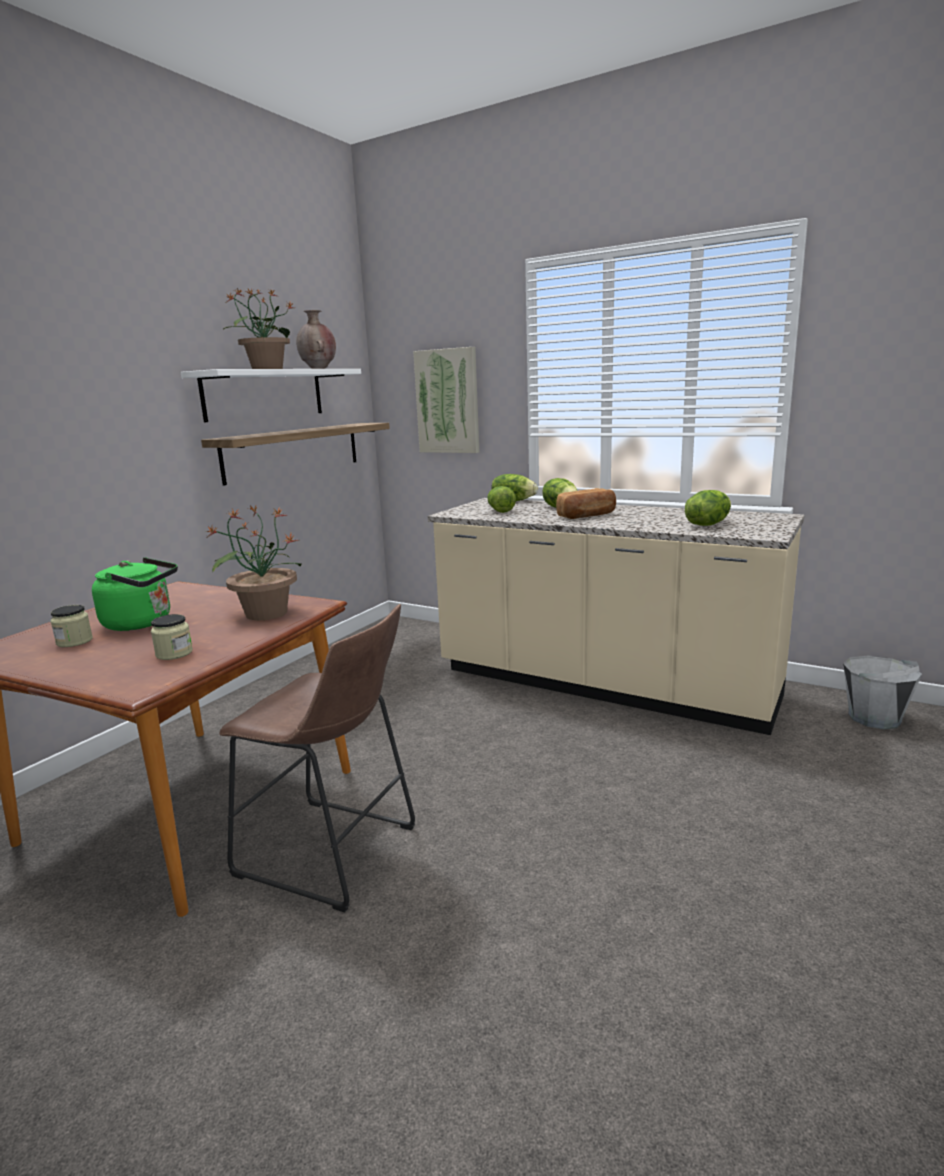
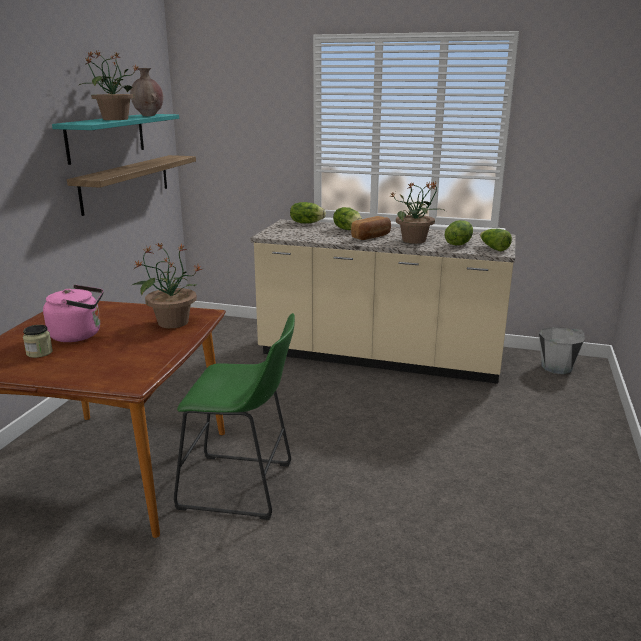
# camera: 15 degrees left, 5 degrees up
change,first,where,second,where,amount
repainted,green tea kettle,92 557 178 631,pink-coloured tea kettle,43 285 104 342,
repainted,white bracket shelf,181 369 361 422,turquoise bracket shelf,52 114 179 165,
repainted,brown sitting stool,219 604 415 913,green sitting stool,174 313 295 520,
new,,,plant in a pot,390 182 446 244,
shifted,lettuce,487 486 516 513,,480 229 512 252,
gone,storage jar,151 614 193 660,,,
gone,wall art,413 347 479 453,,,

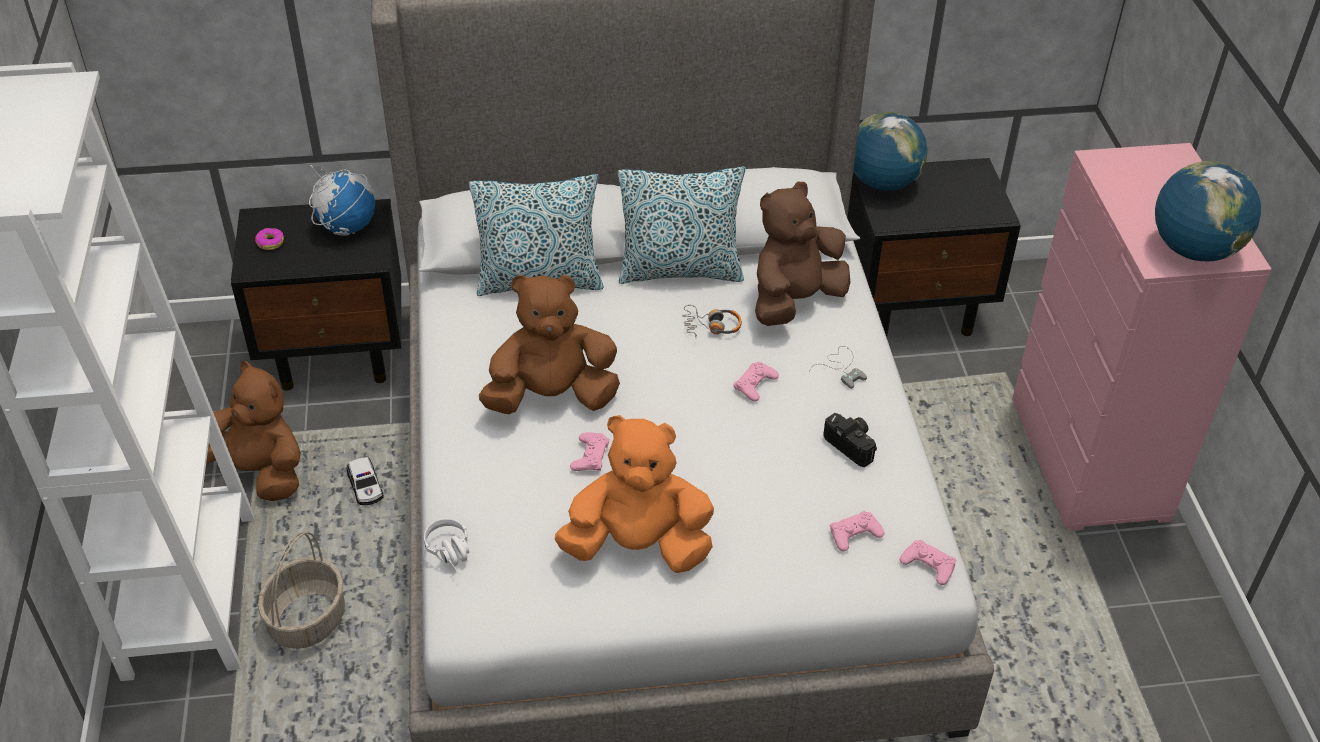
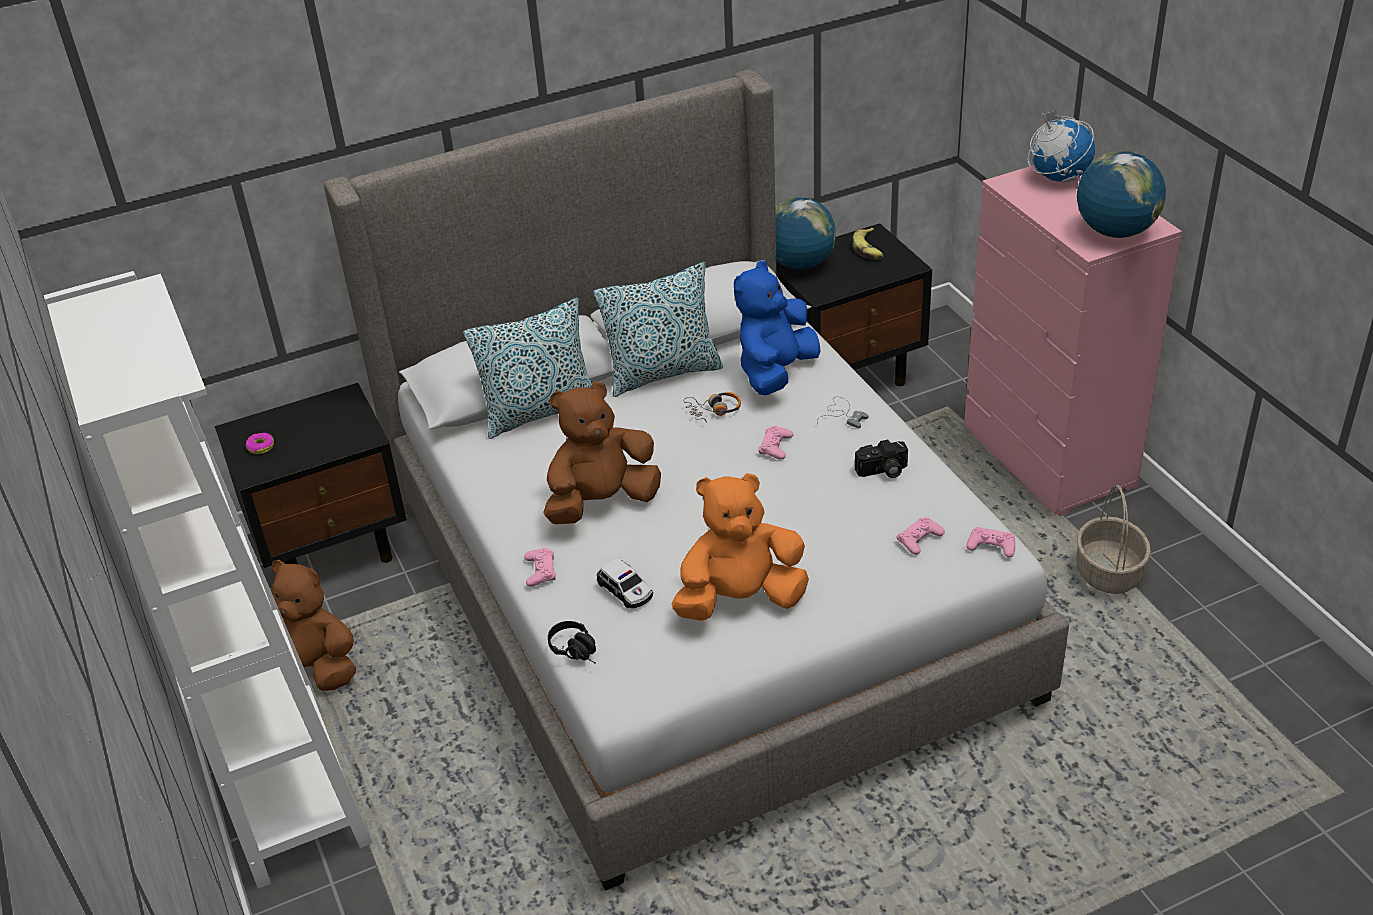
# camera: 15 degrees left, 5 degrees down
change,first,where,second,where,amount
shifted,pink-coloured gamepad,570 432 609 471,,524 548 556 586,
repainted,white headphones,424 519 469 574,black headphones,548 621 596 664,
shifted,toy car,347 457 384 505,,597 558 653 608,
repainted,brown soft toy,755 182 851 326,blue-coloured soft toy,734 260 821 395,
new,,,banana fruit,853 228 884 259,
rotated,photo camera,823 413 877 467,,855 440 908 478,135 degrees clockwise
shifted,world globe,309 165 375 236,,1028 110 1095 183,
shifted,storage basket,258 532 345 649,,1076 485 1151 594,

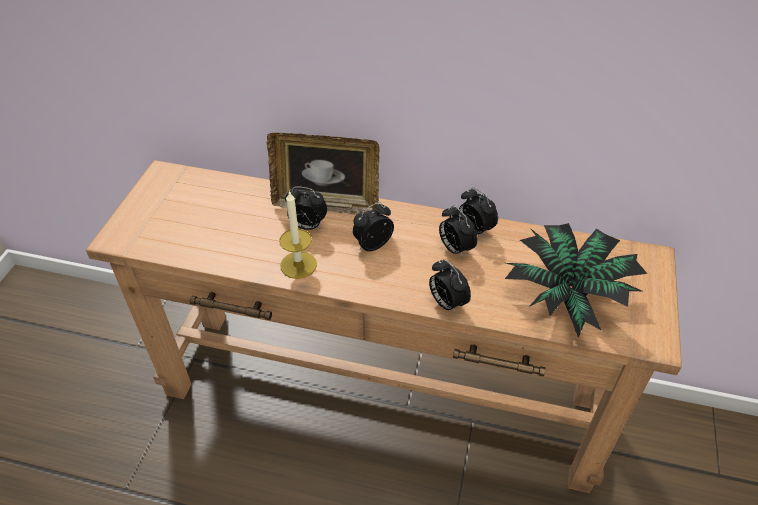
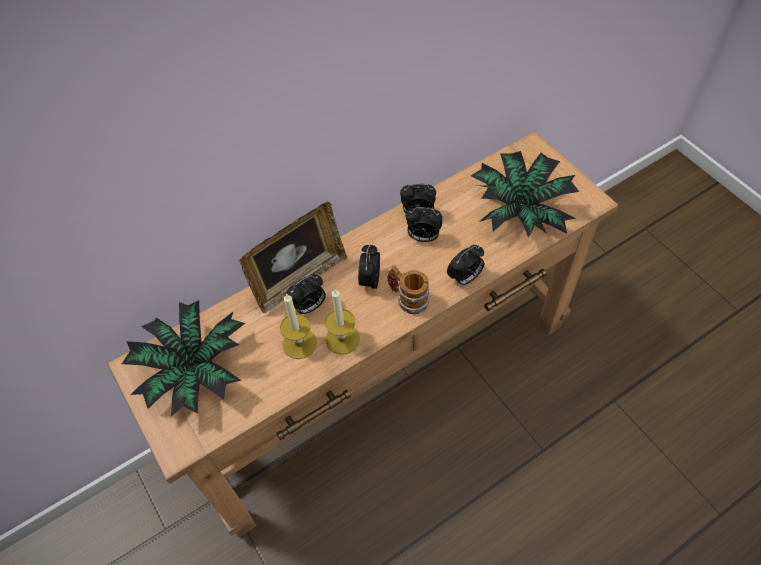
# camera: 45 degrees left, 10 degrees up
change,first,where,second,where,amount
new,,,plant in a pot,122 300 245 417,
new,,,candle,280 293 317 359,
new,,,coffee mug,387 265 429 314,
rotated,table clock,429 259 471 314,,447 245 485 286,45 degrees counterclockwise

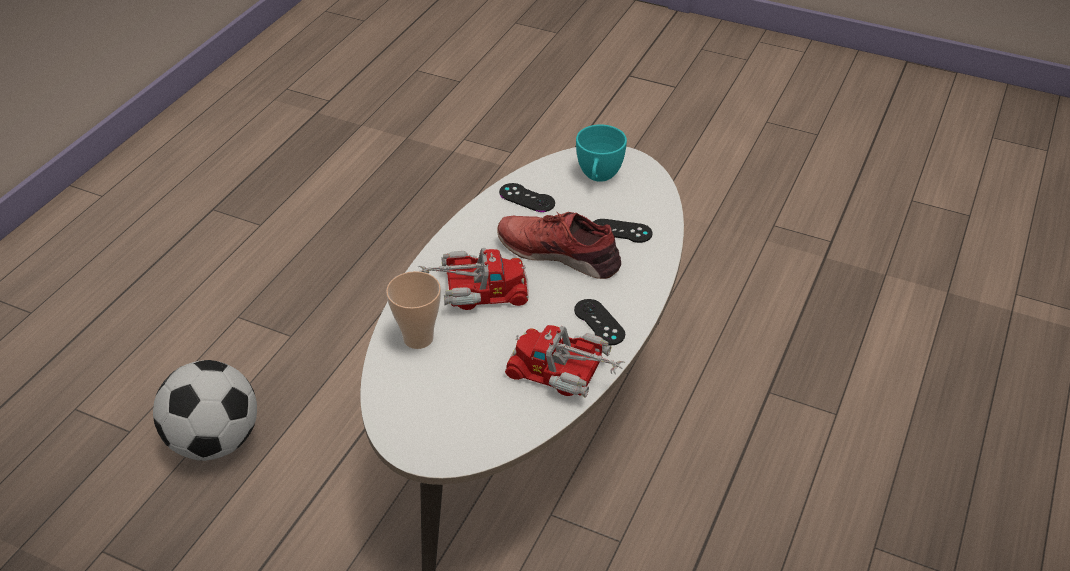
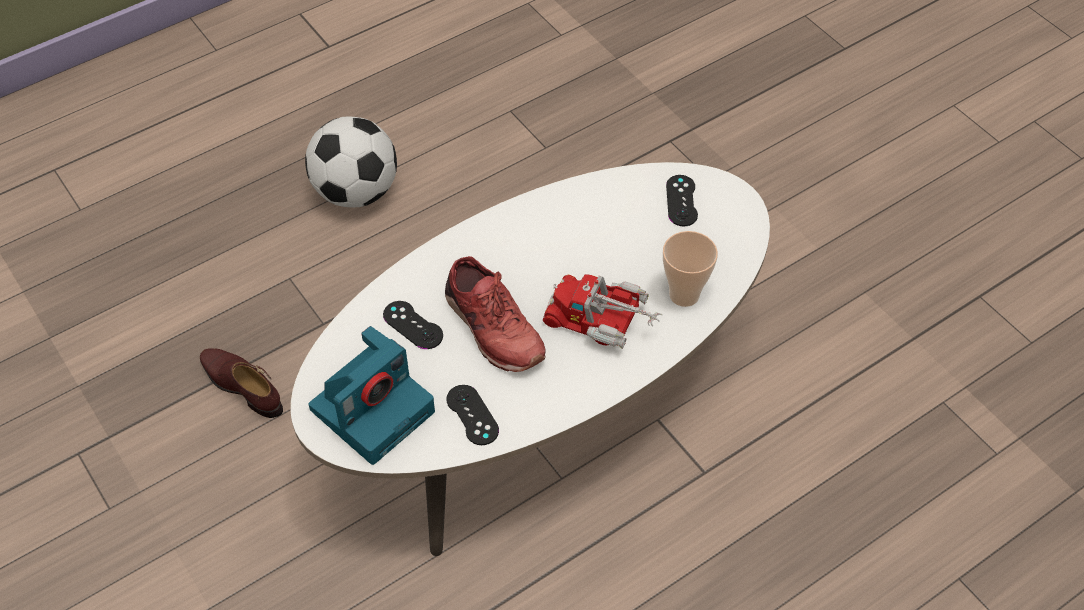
# camera: 150 degrees left, 10 degrees up
change,first,where,second,where,amount
new,,,brown shoe,200 348 283 418,
shifted,football,153 360 257 461,,305 117 397 207,
swapped,turquoise drinking cup,576 124 627 182,photo camera,309 326 435 465,
shifted,black gamepad,574 299 625 346,,666 175 698 227,
gone,toy truck,505 325 626 397,,,

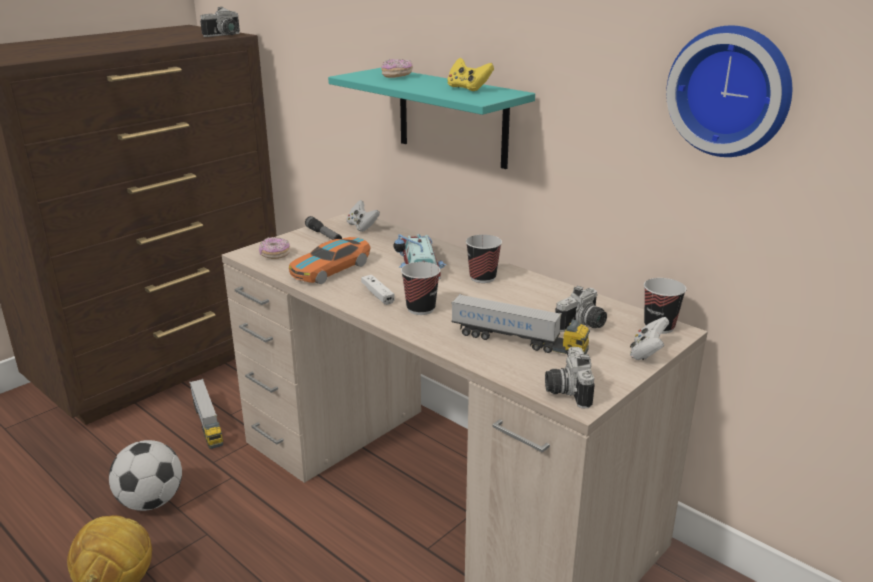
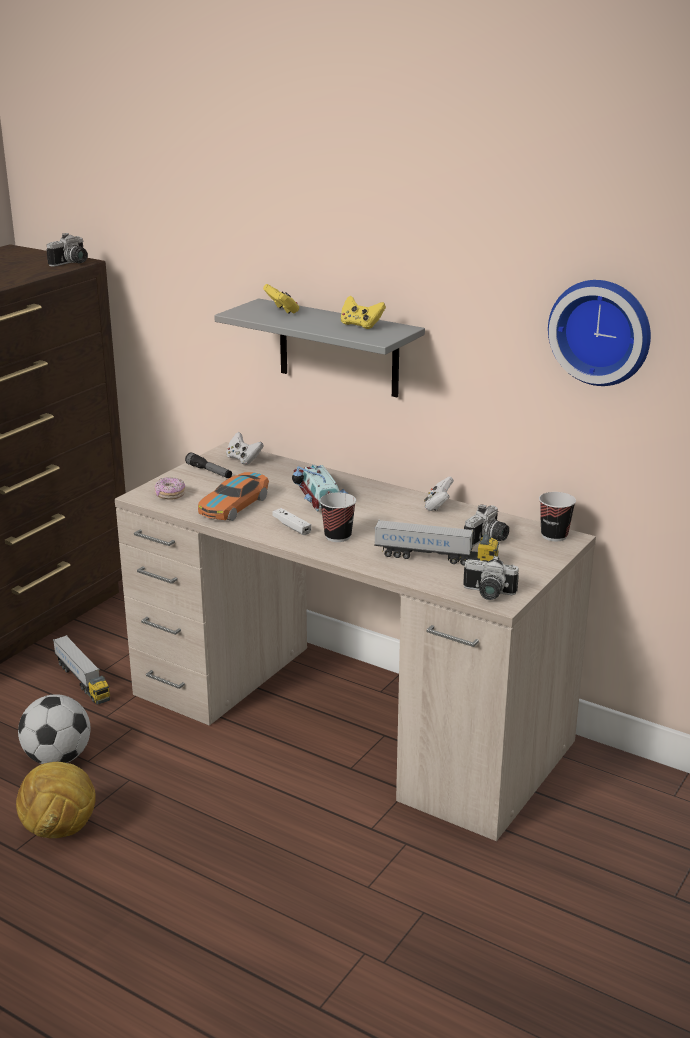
# camera: 10 degrees left, 0 degrees up
change,first,where,second,where,amount
repainted,turquoise bracket shelf,328 68 535 169,gray bracket shelf,214 298 425 397,
swapped,donut,381 59 413 78,yellow-coloured gamepad,263 284 299 314,
shifted,white gamepad,630 317 669 360,,424 476 454 511,
rotated,photo camera,545 347 595 408,,463 555 519 600,60 degrees counterclockwise
gone,drinking cup,466 235 502 283,,,

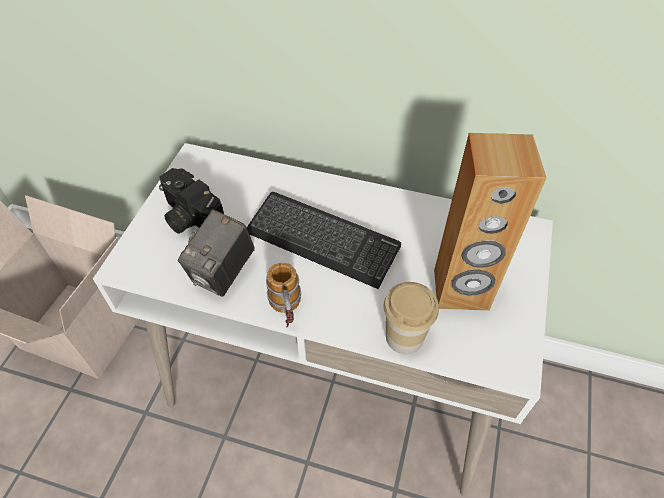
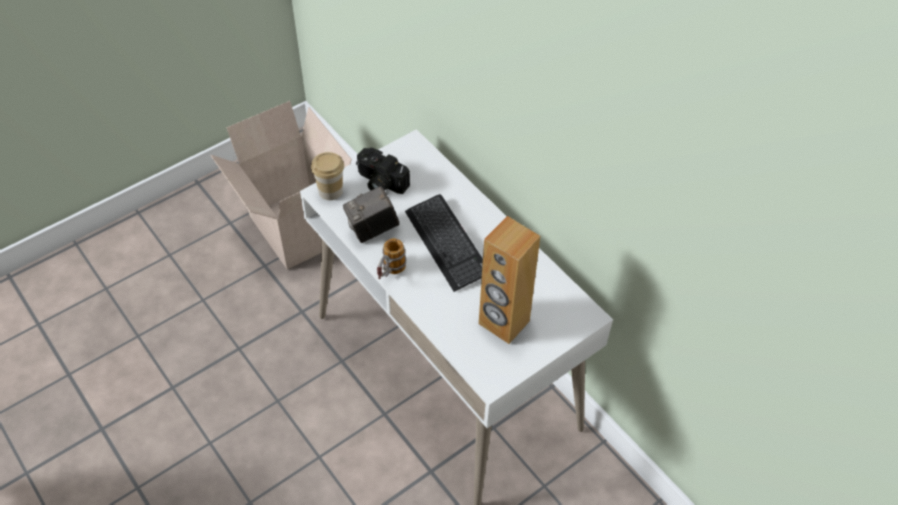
# camera: 35 degrees right, 0 degrees up
change,first,where,second,where,amount
shifted,drinking cup,384 282 439 354,,311 152 344 200,
rotated,photo camera,159 168 224 234,,356 148 410 194,45 degrees counterclockwise

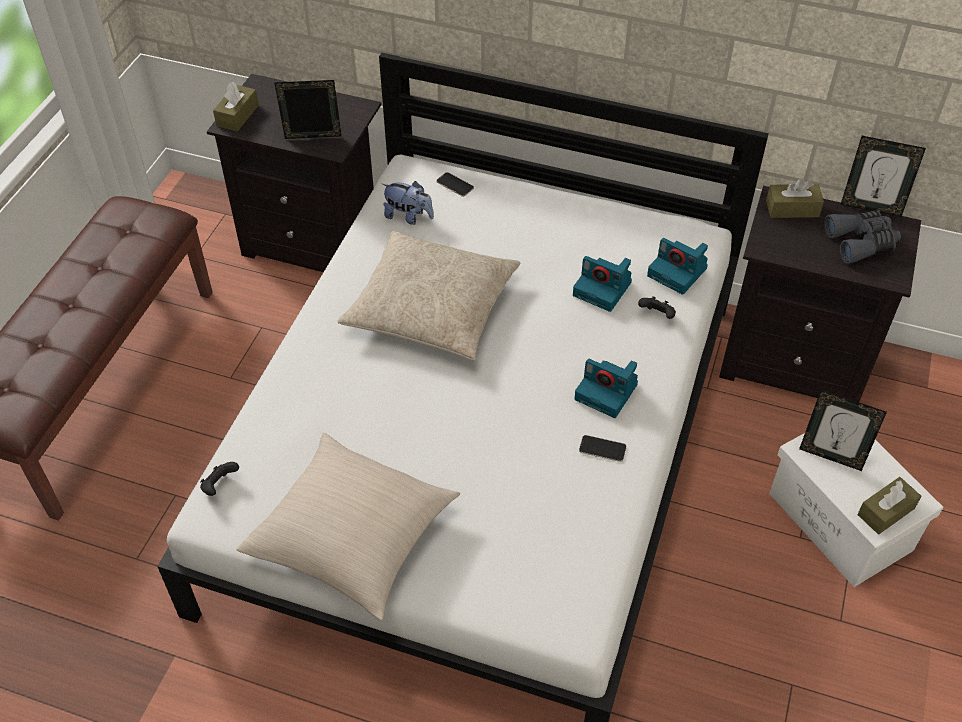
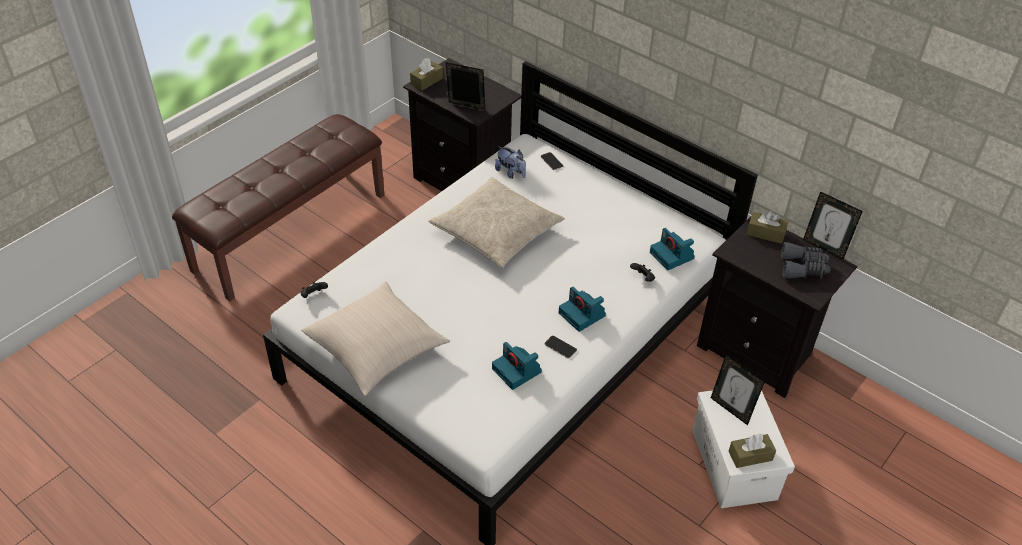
# camera: 20 degrees right, 5 degrees down
change,first,where,second,where,amount
shifted,photo camera,573 256 632 312,,492 342 542 390,

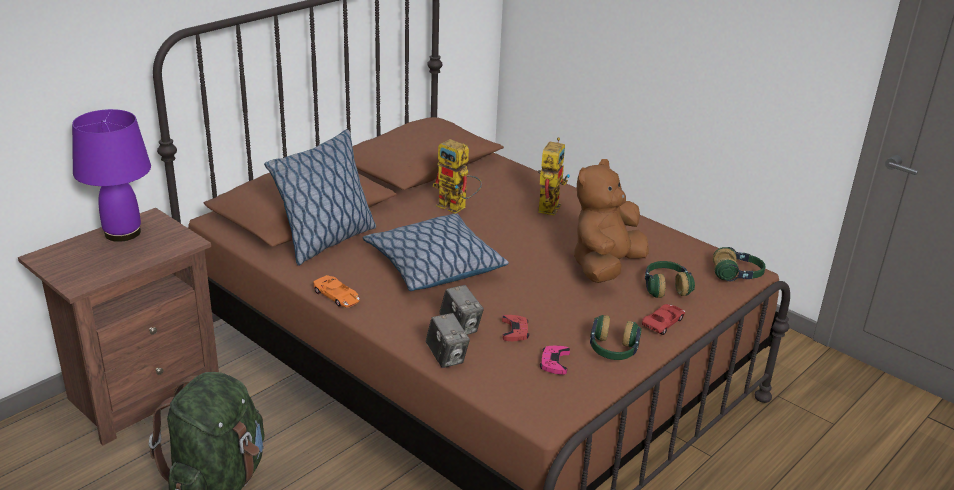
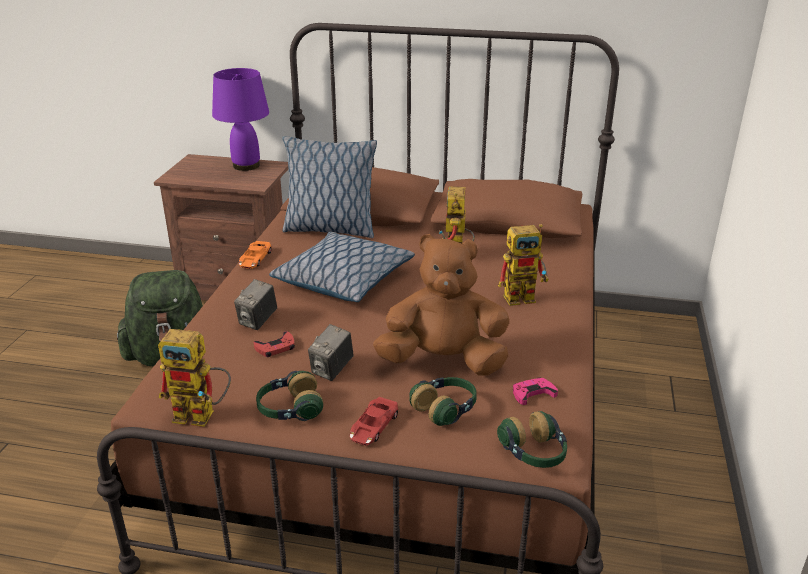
# camera: 60 degrees right, 0 degrees up
change,first,where,second,where,amount
new,,,model robot,158 329 231 427,
shifted,photo camera,426 313 470 368,,308 324 353 381,
rotated,red toy car,642 304 685 335,,350 397 398 446,105 degrees clockwise
shifted,pink-coloured gamepad,540 345 570 375,,513 377 558 405,

